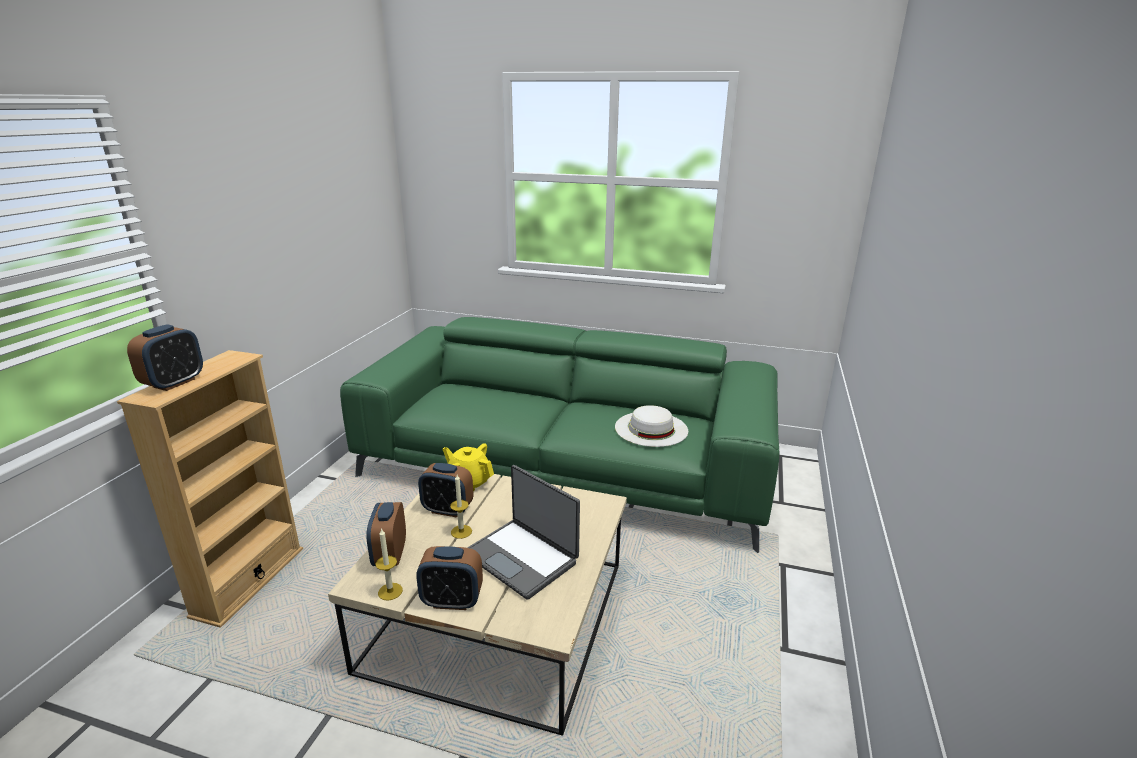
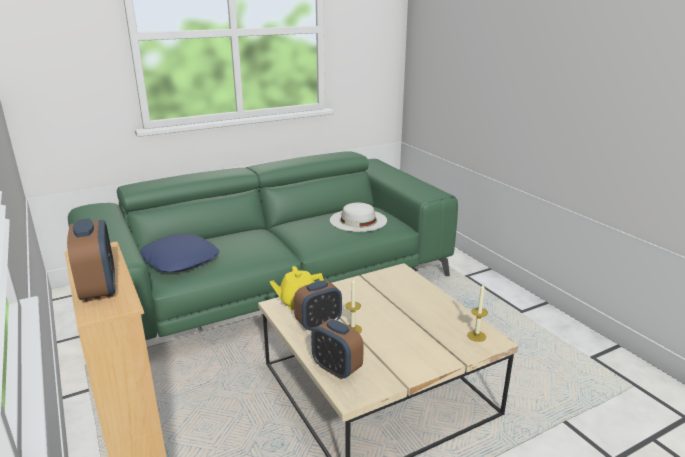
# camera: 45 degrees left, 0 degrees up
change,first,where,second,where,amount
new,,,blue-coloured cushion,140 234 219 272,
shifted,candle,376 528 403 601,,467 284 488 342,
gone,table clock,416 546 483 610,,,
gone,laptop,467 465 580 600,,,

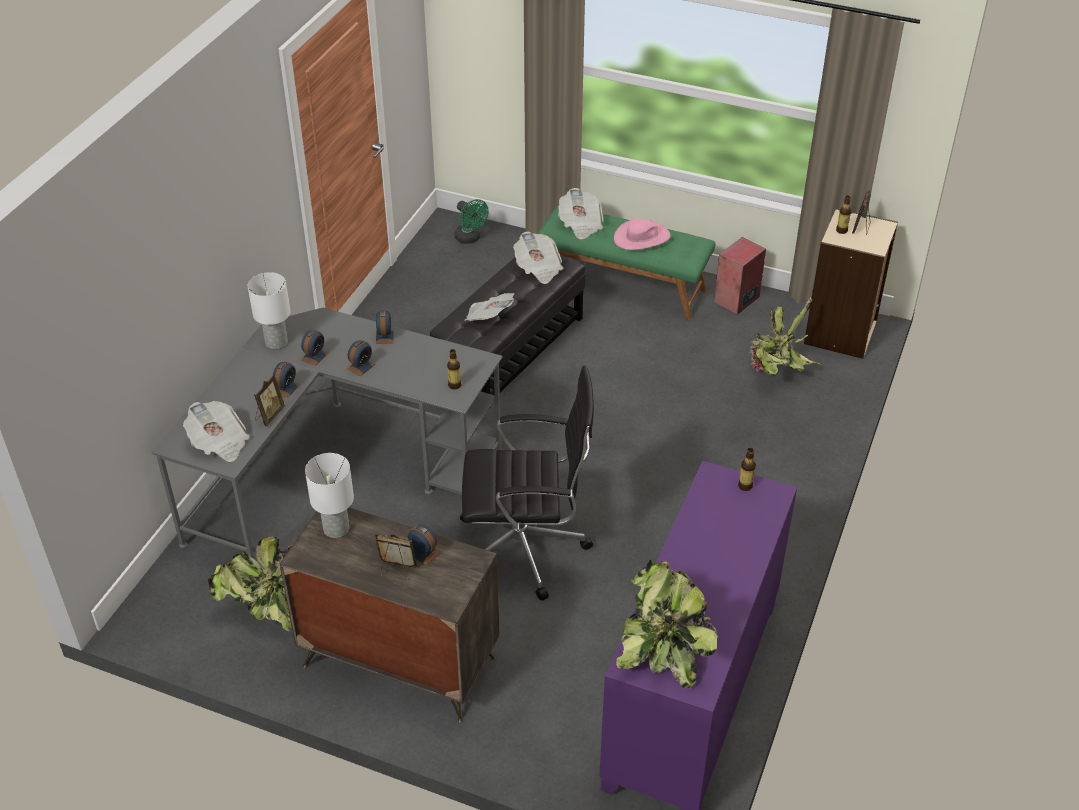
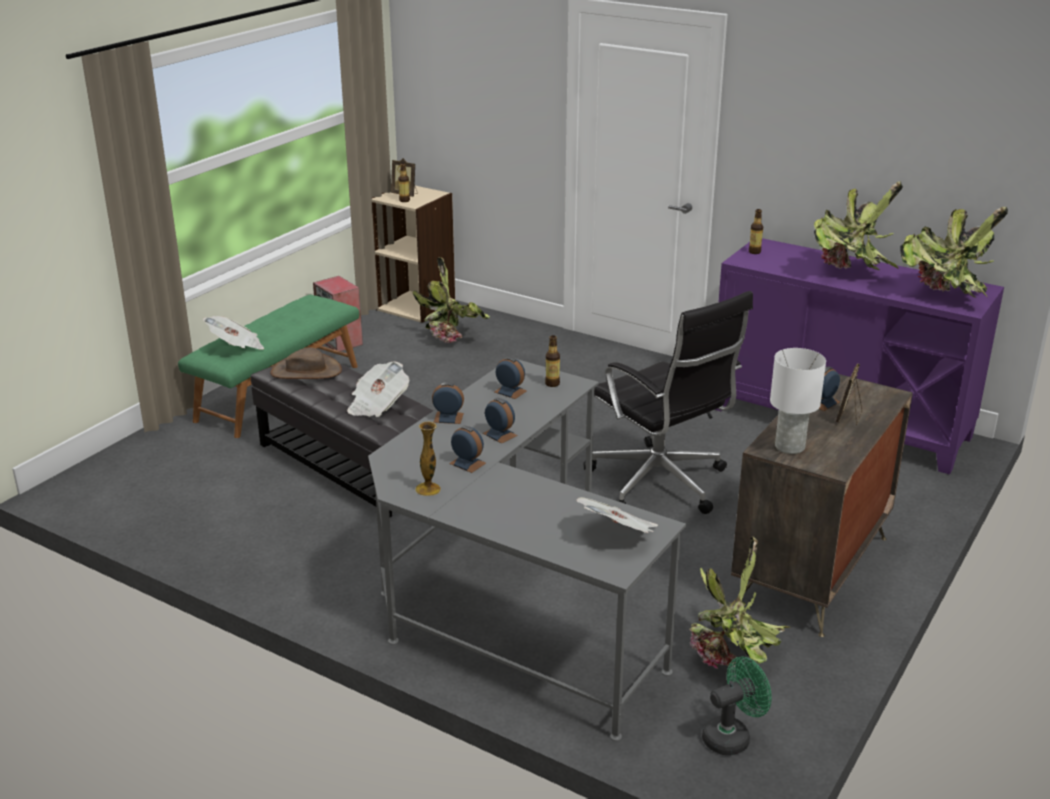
# camera: 80 degrees left, 15 degrees down
change,first,where,second,where,amount
swapped,newspaper,513 231 563 284,brown wearable hat,270 347 342 379,
swapped,white table lamp,248 272 291 349,flower vase,415 422 441 496,
shifted,table clock,273 361 300 398,,494 357 527 399,
rotated,black computer chair,460 366 594 601,,584 291 753 514,135 degrees clockwise
shifted,green cooling fan,454 199 489 244,,702 656 772 755,
new,,,plant in a pot,814 181 903 270,
gone,picture frame,254 374 285 427,,,
gone,pink-coloured wearable hat,614 219 671 250,,,

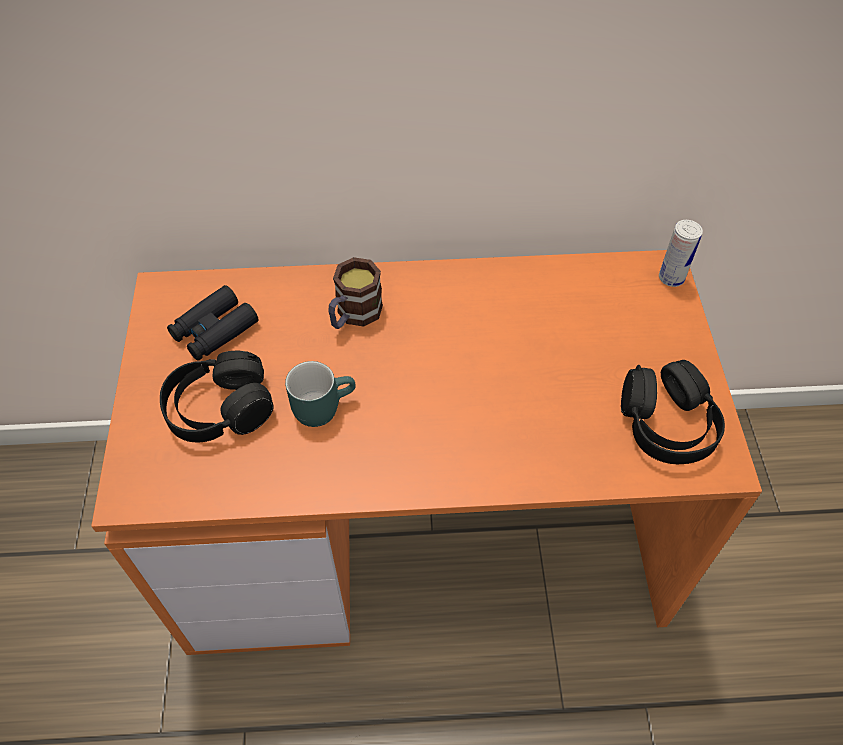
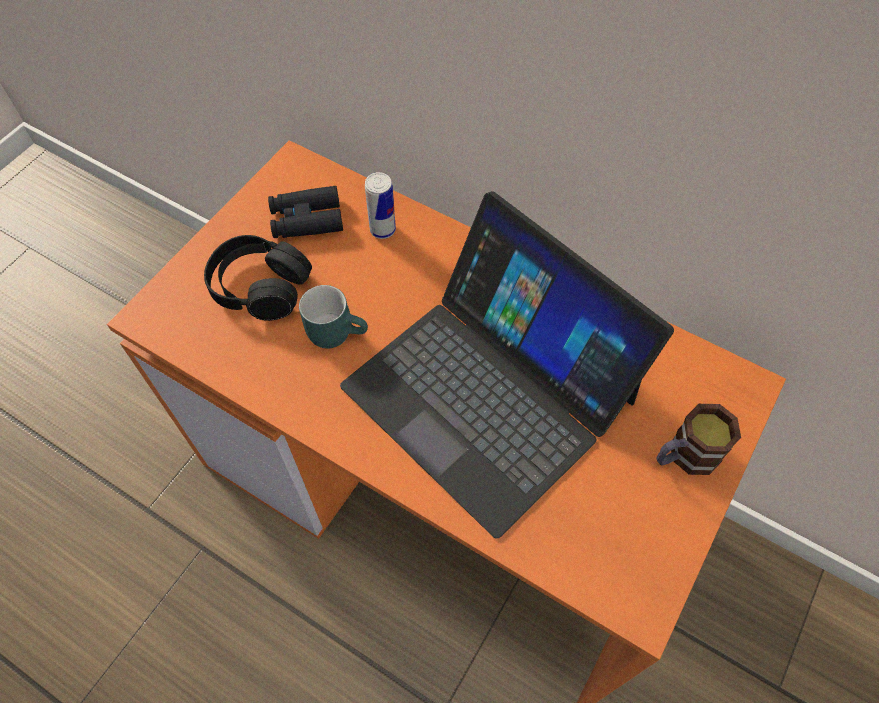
# camera: 35 degrees right, 5 degrees up
change,first,where,second,where,amount
new,,,laptop,340 191 674 539,
shifted,metal can,659 220 703 287,,365 172 396 239,
shifted,coffee mug,328 257 383 329,,656 404 741 475,
gone,black headphones,621 360 725 464,,,

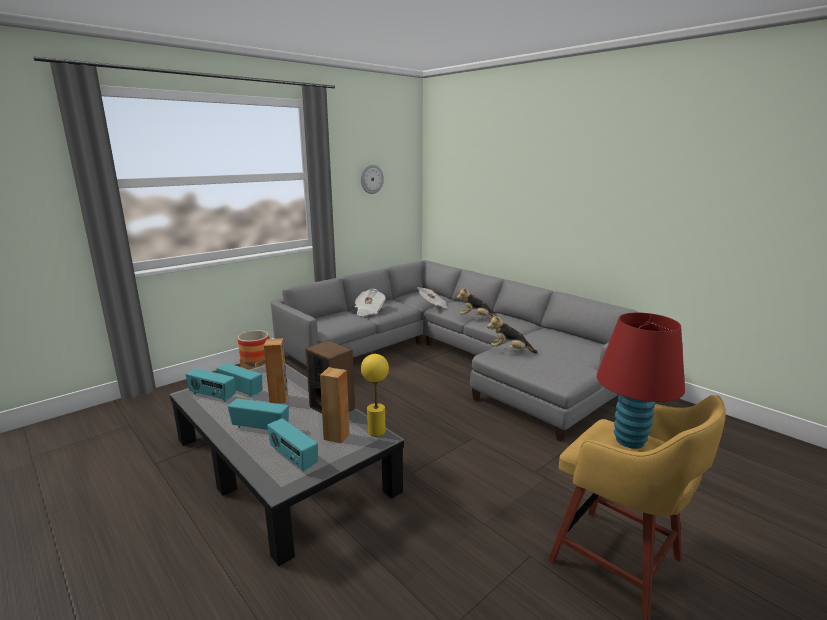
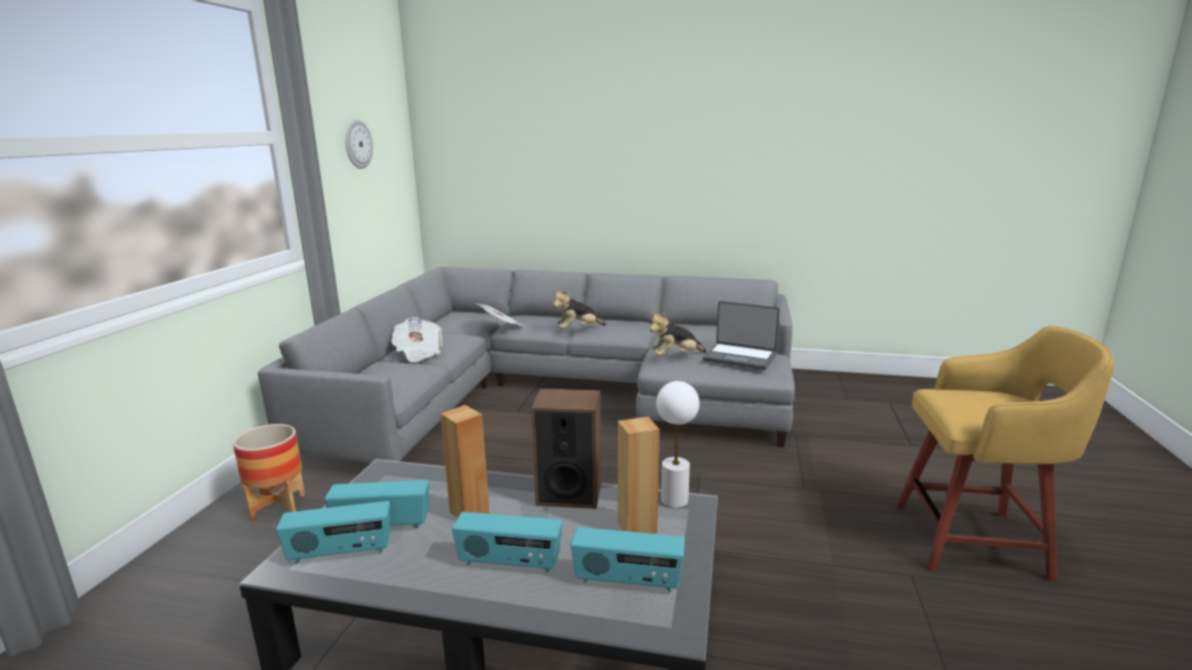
# camera: 35 degrees left, 0 degrees up
change,first,where,second,where,amount
rotated,radio,228 399 289 430,,452 512 562 572,150 degrees counterclockwise
repainted,yellow-coloured table lamp,361 354 389 437,white table lamp,656 381 699 508,
new,,,laptop,703 301 780 370,
gone,red table lamp,597 312 685 449,,,

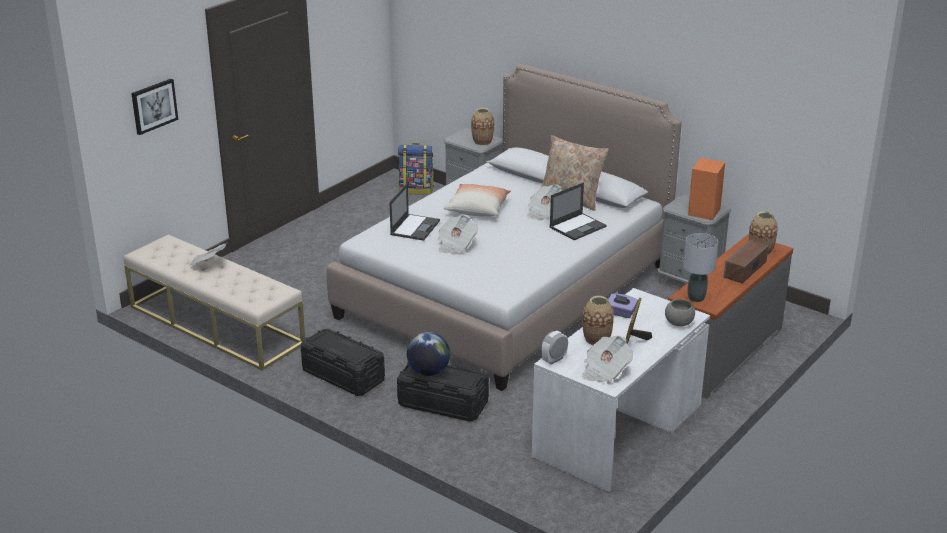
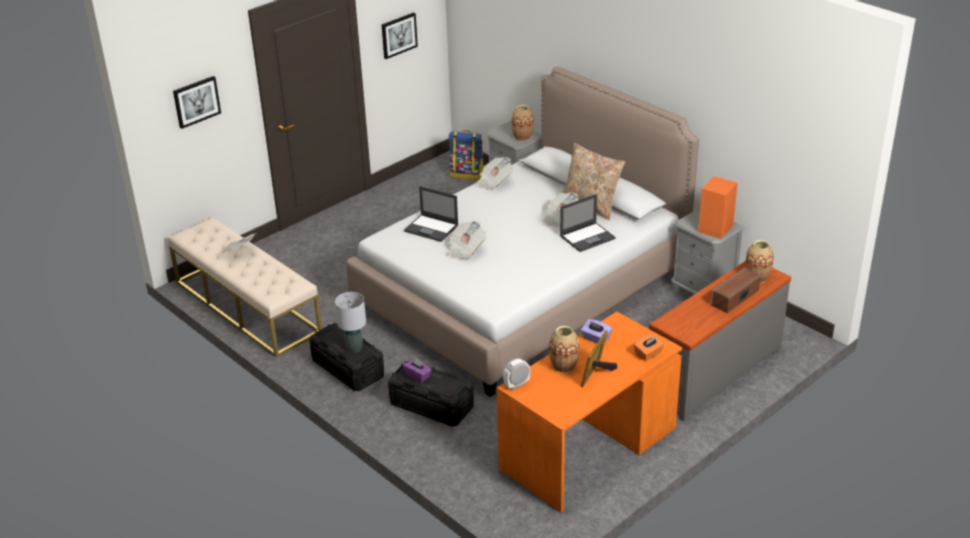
# camera: 10 degrees right, 5 degrees up
change,first,where,second,where,amount
shifted,gray table lamp,684 233 718 302,,335 292 366 353,
new,,,wall art,382 12 418 59,
swapped,world globe,407 332 450 376,purplish tissue box,403 358 432 383,
rotated,laptop,389 183 440 241,,404 186 459 242,90 degrees clockwise
shifted,newspaper,582 336 633 383,,476 157 513 190,
repainted,white desk table,532 288 710 492,orange-coloured desk table,497 311 682 512,
swapped,gray bowl,665 299 695 327,orange-coloured tissue box,634 333 665 361,
gone,cushion,443 184 511 217,,,

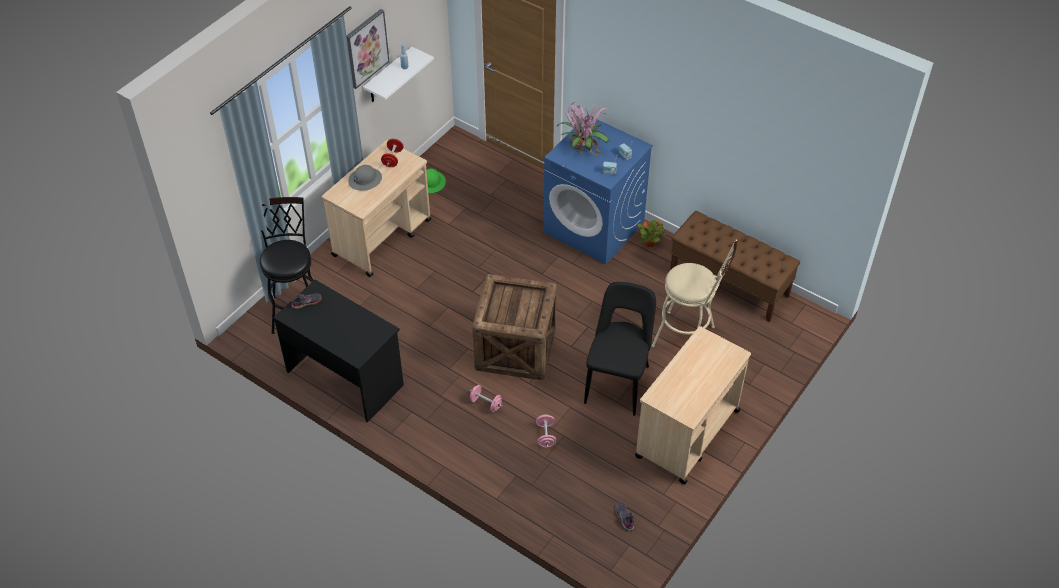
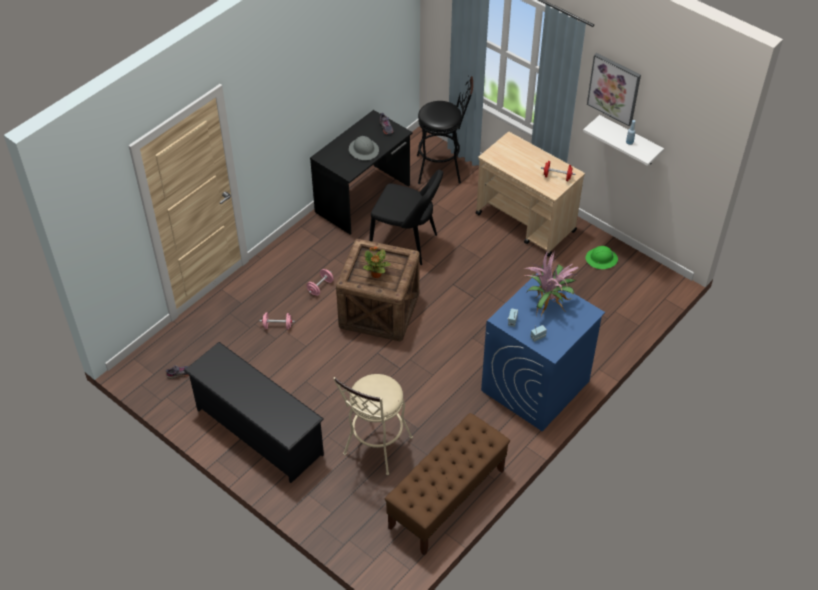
# camera: 95 degrees right, 0 degrees up
change,first,where,second,where,amount
swapped,sand-coloured trolley,635 326 751 484,black shoe stand,184 342 324 483,
shifted,gray work helmet,348 165 382 191,,349 136 379 160,
shifted,plant in a pot,637 220 666 247,,363 246 391 278,
shifted,black upright chair,584 282 656 416,,369 170 443 265,

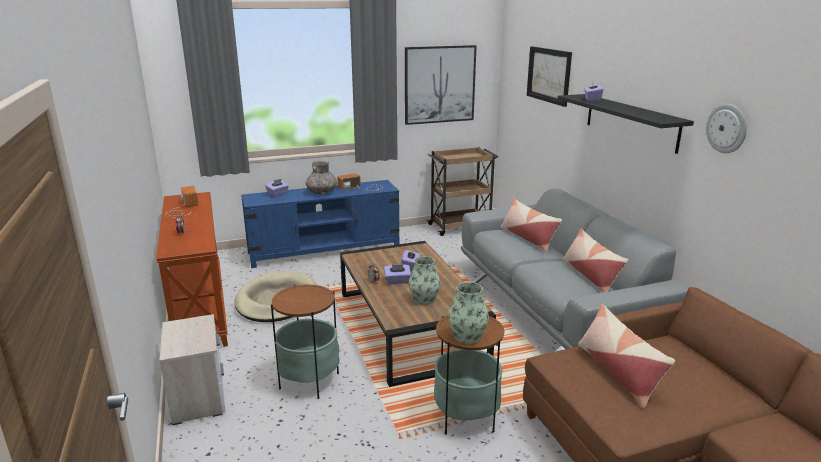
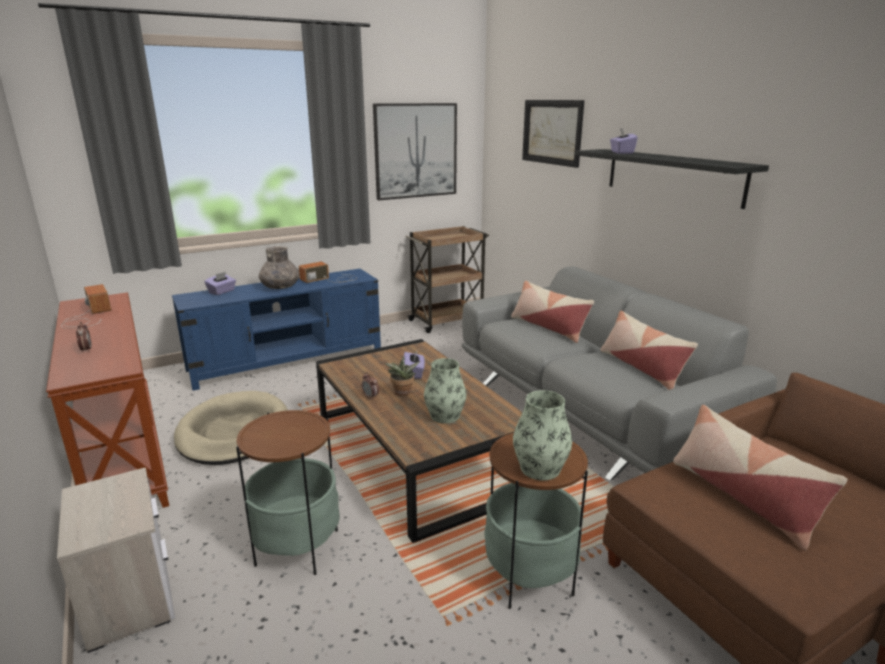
# camera: 10 degrees left, 0 degrees up
change,first,where,second,where,amount
swapped,purplish tissue box,384 264 411 284,plant in a pot,384 356 420 396,
gone,wall clock,706 104 747 153,,,

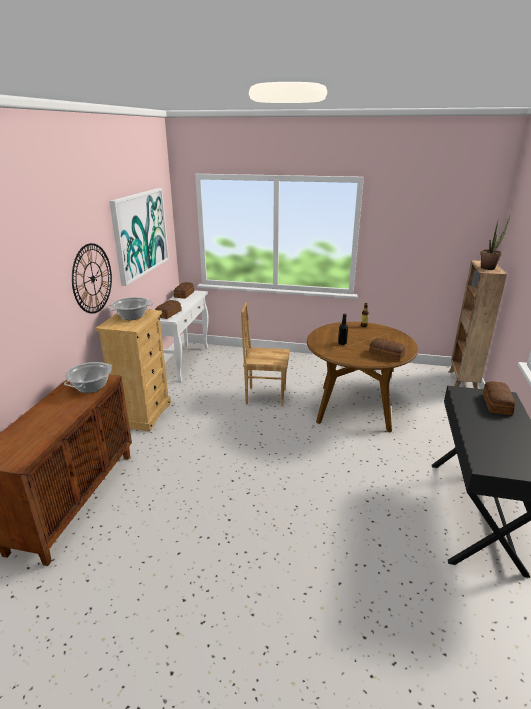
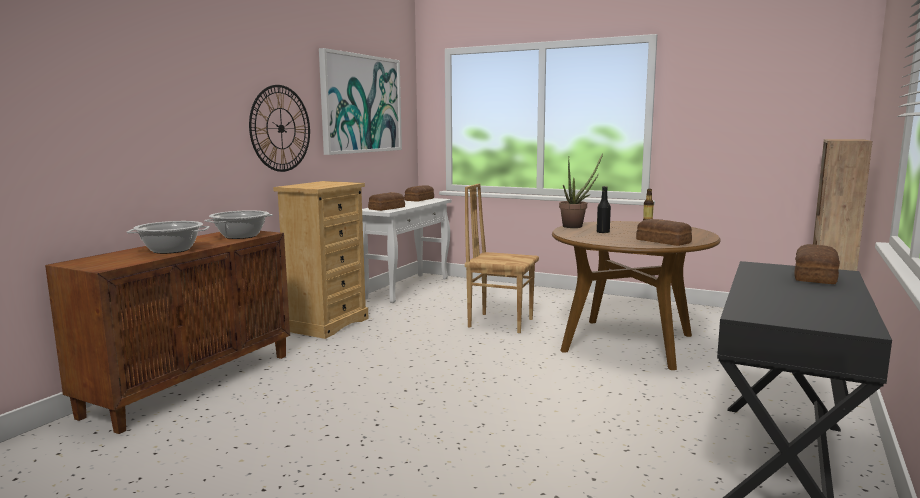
# camera: 15 degrees right, 15 degrees down
change,first,where,second,where,amount
shifted,stockpot,108 297 153 320,,127 221 210 254,
shifted,plant in a pot,480 216 510 270,,559 153 603 228,

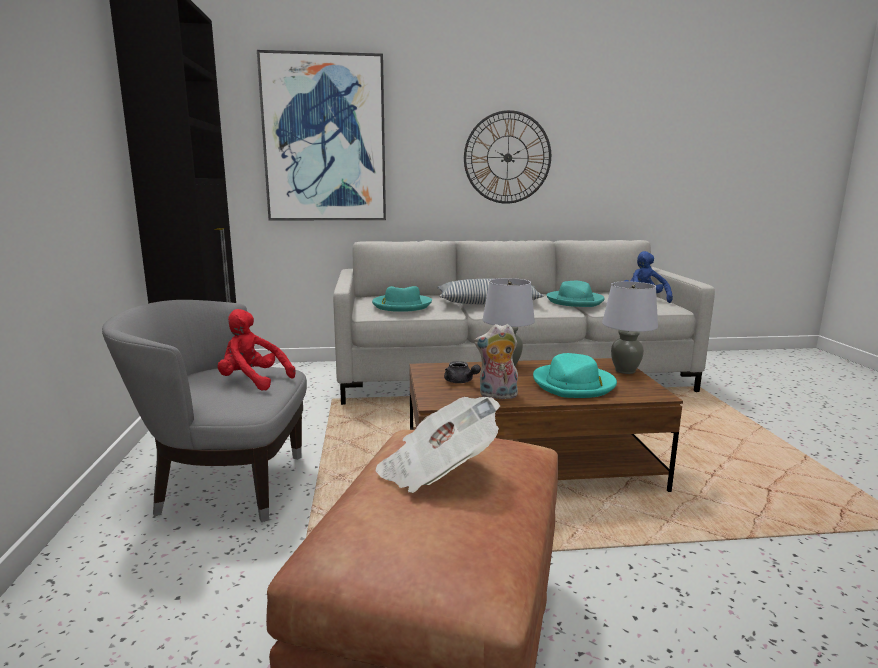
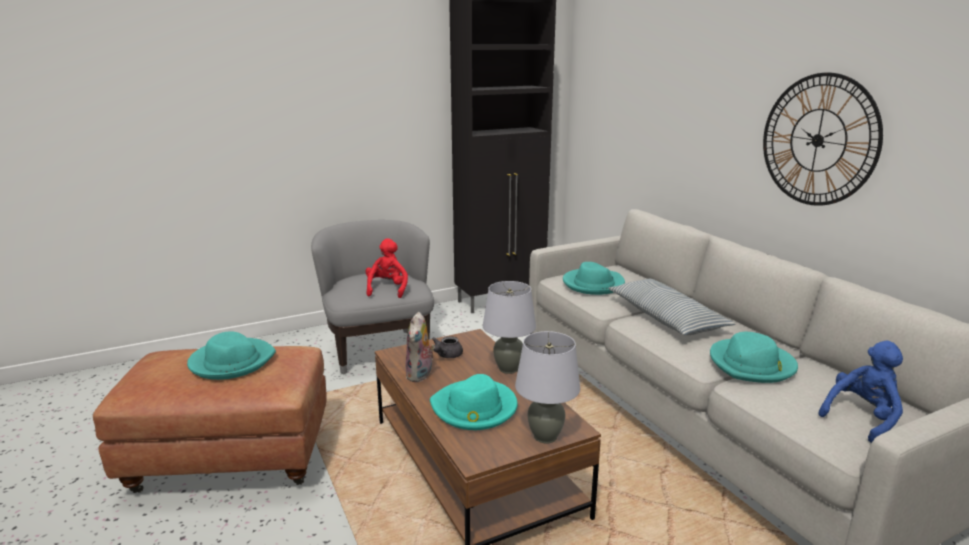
# camera: 70 degrees right, 5 degrees up
change,first,where,second,where,amount
swapped,newspaper,375 397 500 493,turquoise wearable hat,187 331 276 380,
rotated,soft toy,474 324 518 399,,406 312 435 382,150 degrees counterclockwise
gone,wall art,257 50 386 220,,,

